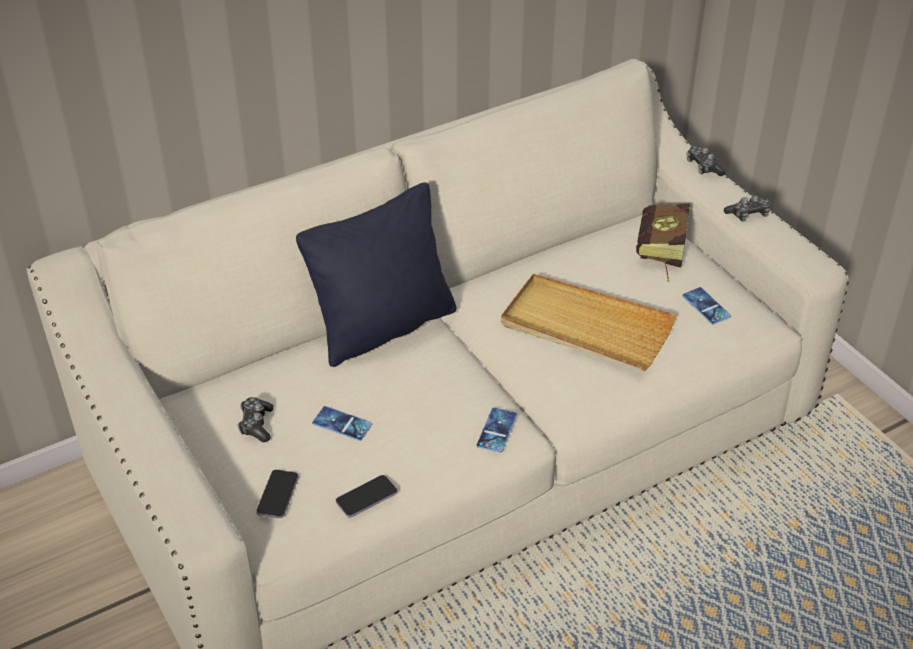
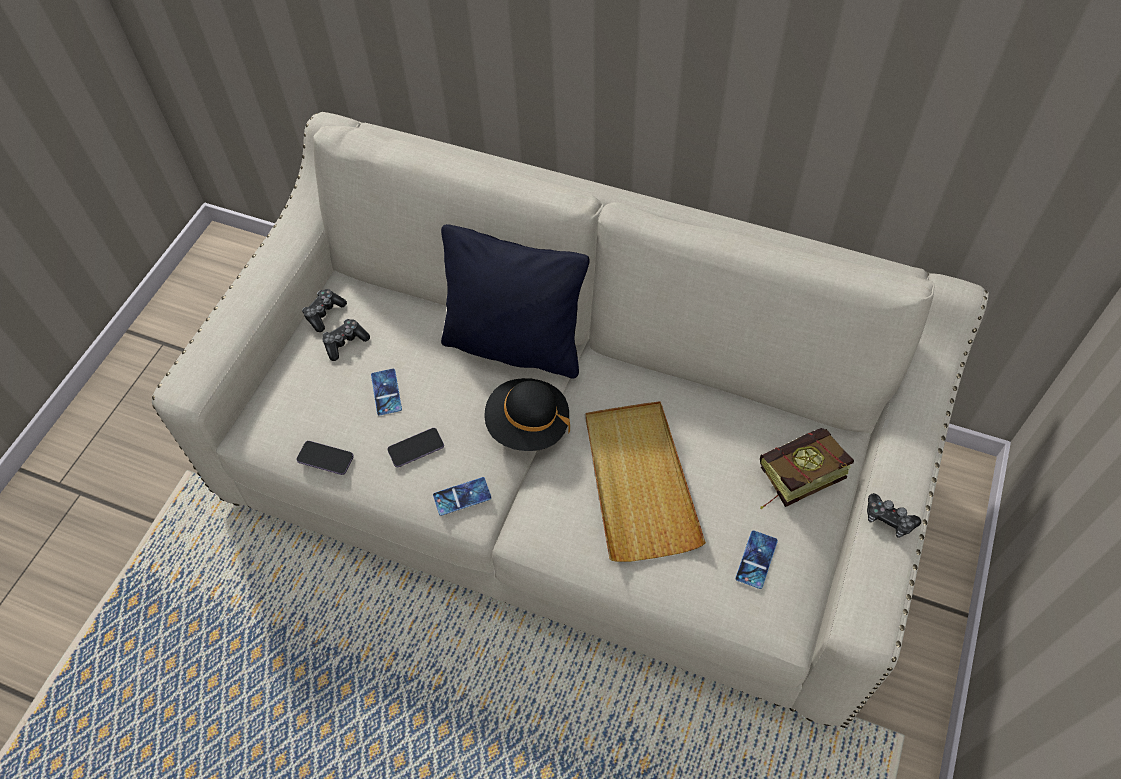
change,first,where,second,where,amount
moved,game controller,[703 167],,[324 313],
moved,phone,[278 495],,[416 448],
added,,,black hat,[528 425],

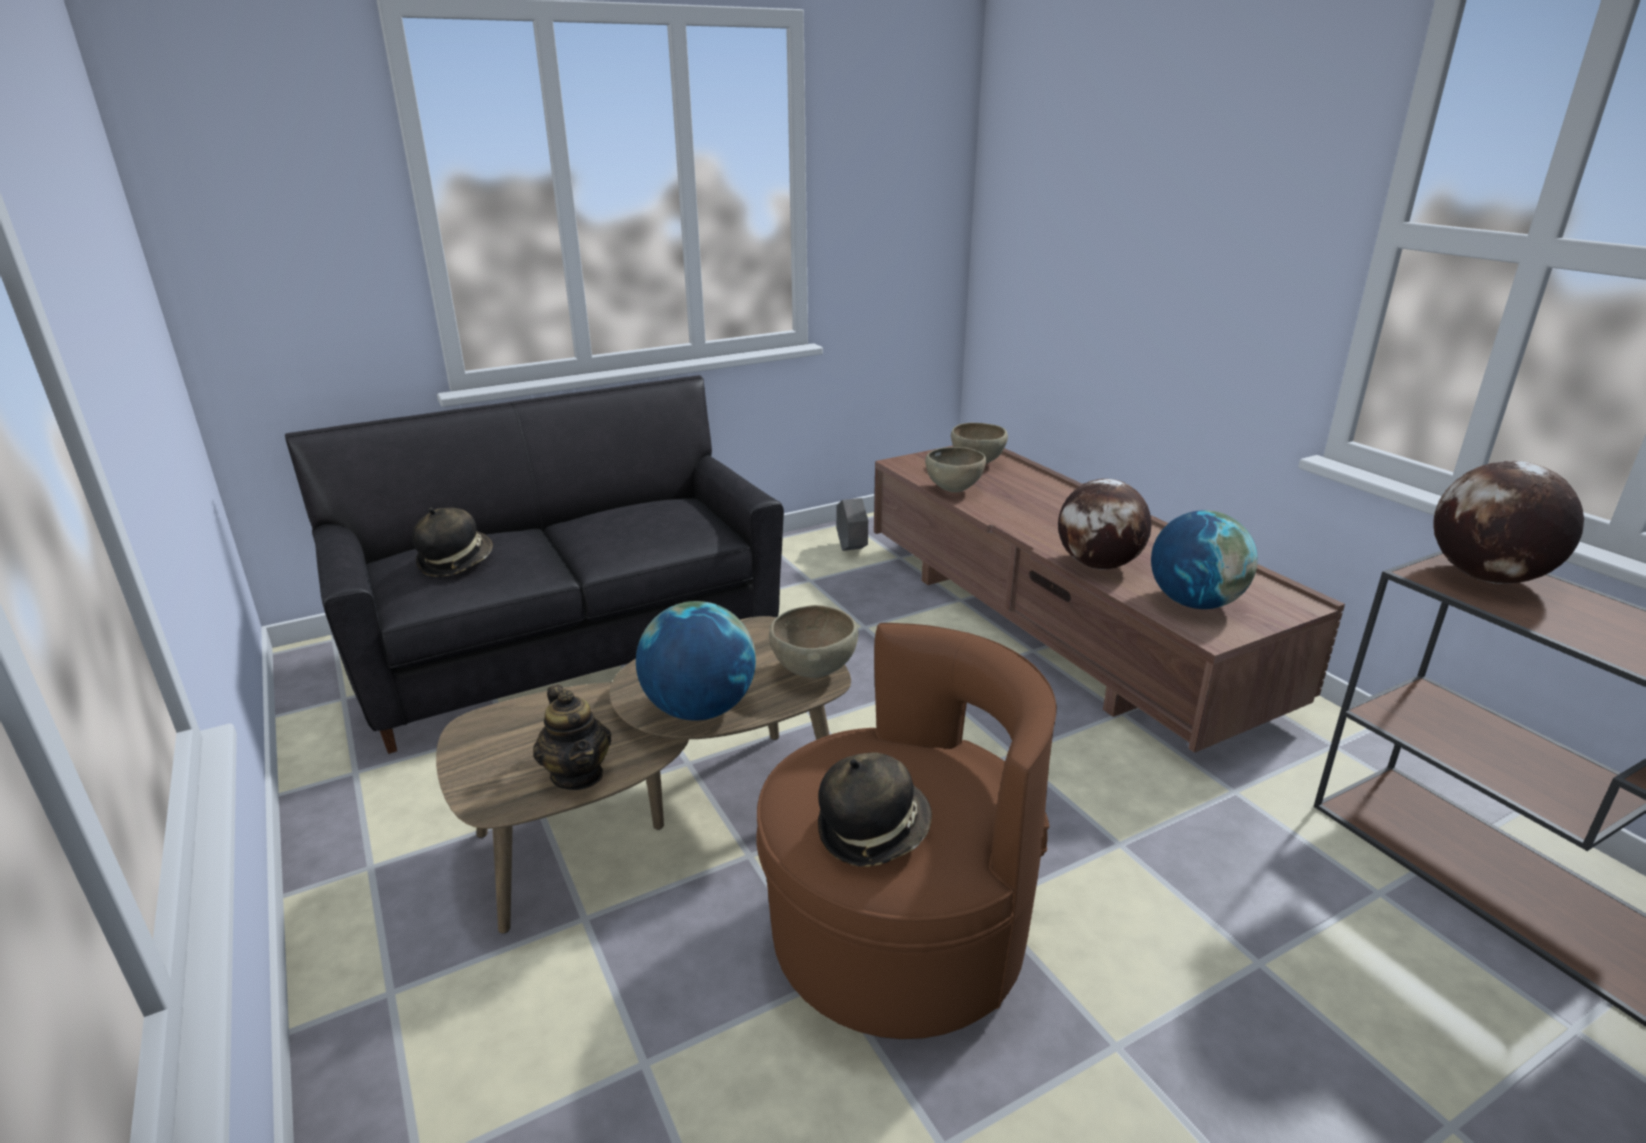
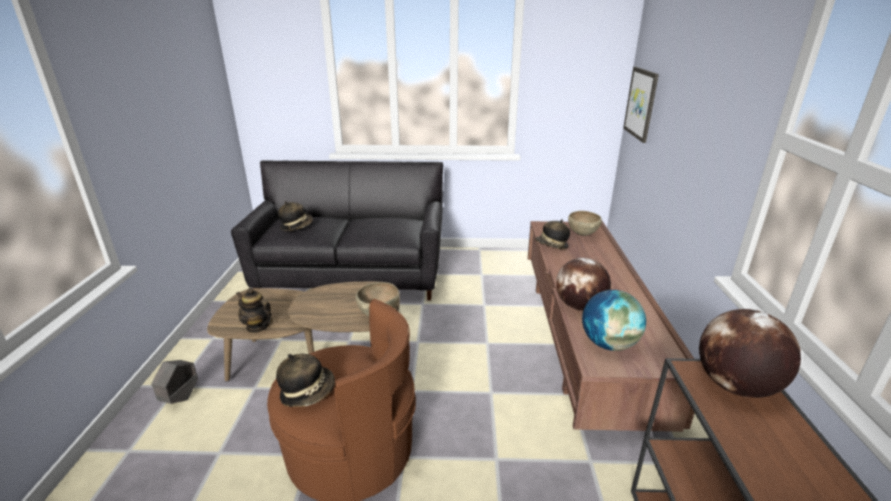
change,first,where,second,where,amount
replaced,brown bowl,[954 490],hat,[551 246],
moved,grey planter,[851 549],,[181 398],
removed,globe,[699 709],,,
turned,teapot,[578 774],,[257 326],120 degrees clockwise
added,,,picture,[641 103],

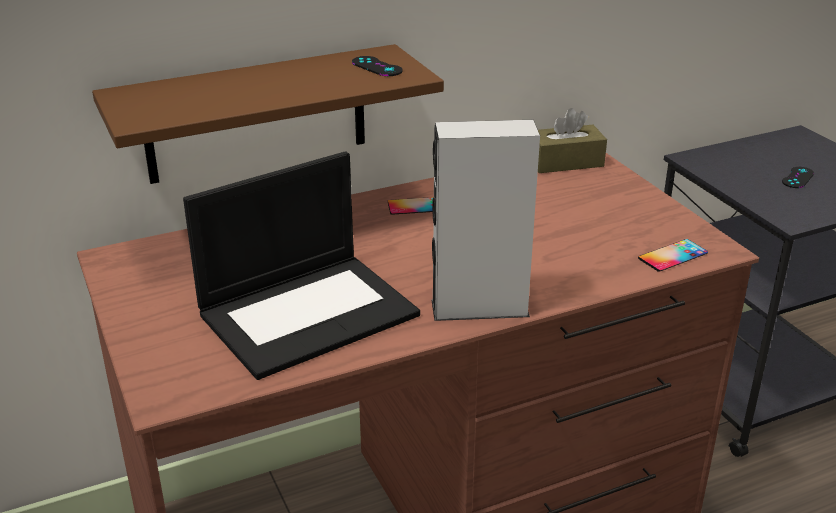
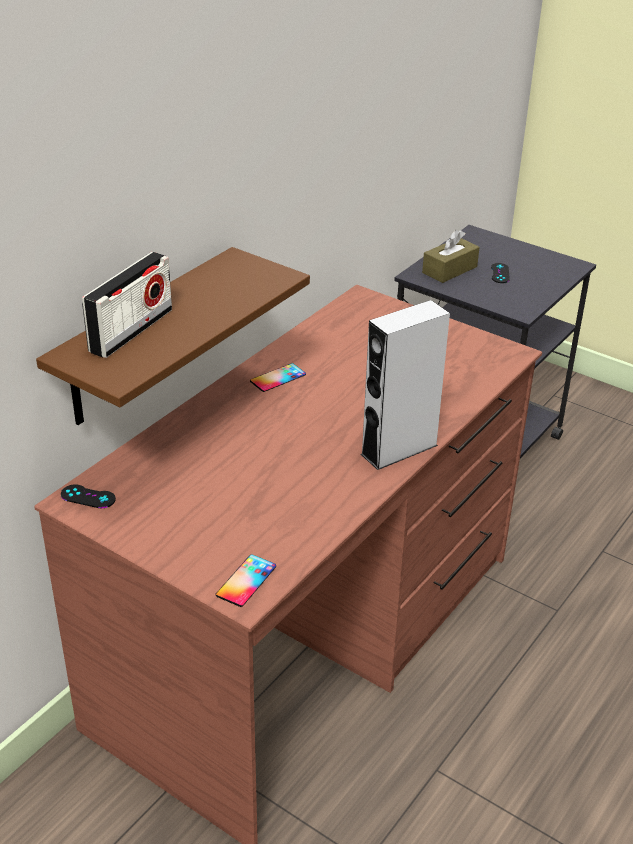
change,first,where,second,where,amount
moved,black game controller,[377 67],,[88 497],
moved,brown tissue box,[565 162],,[449 270],
removed,laptop,[309 313],,,
moved,phone,[672 256],,[246 581],
added,,,radio,[131 331],

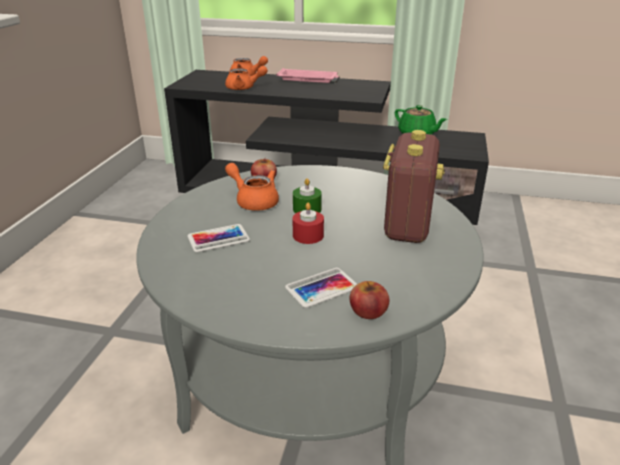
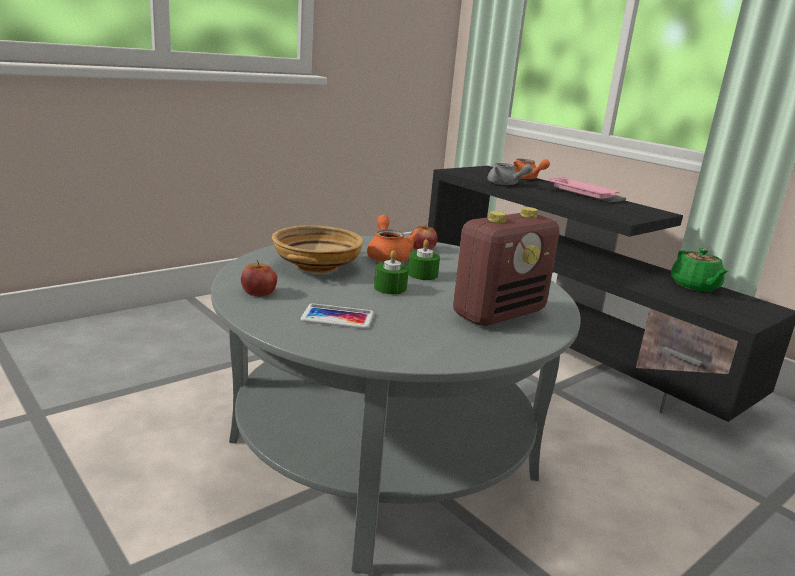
change,first,where,second,where,amount
recoloured,orange teapot,[244 88],grey teapot,[505 184],
recoloured,red candle,[308 235],green candle,[390 288],
replaced,phone,[218 238],beige bowl,[316 265],
moved,apple,[368 311],,[258 292],

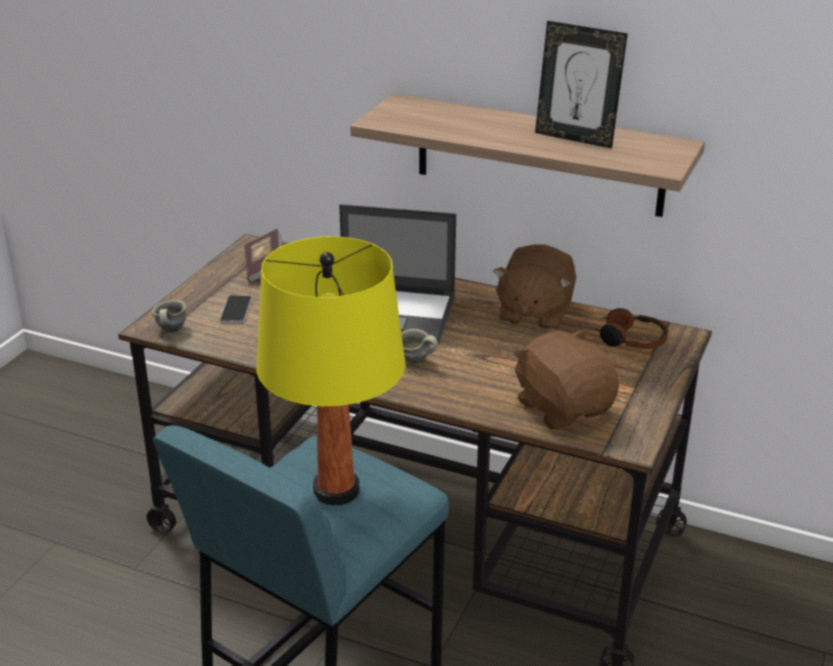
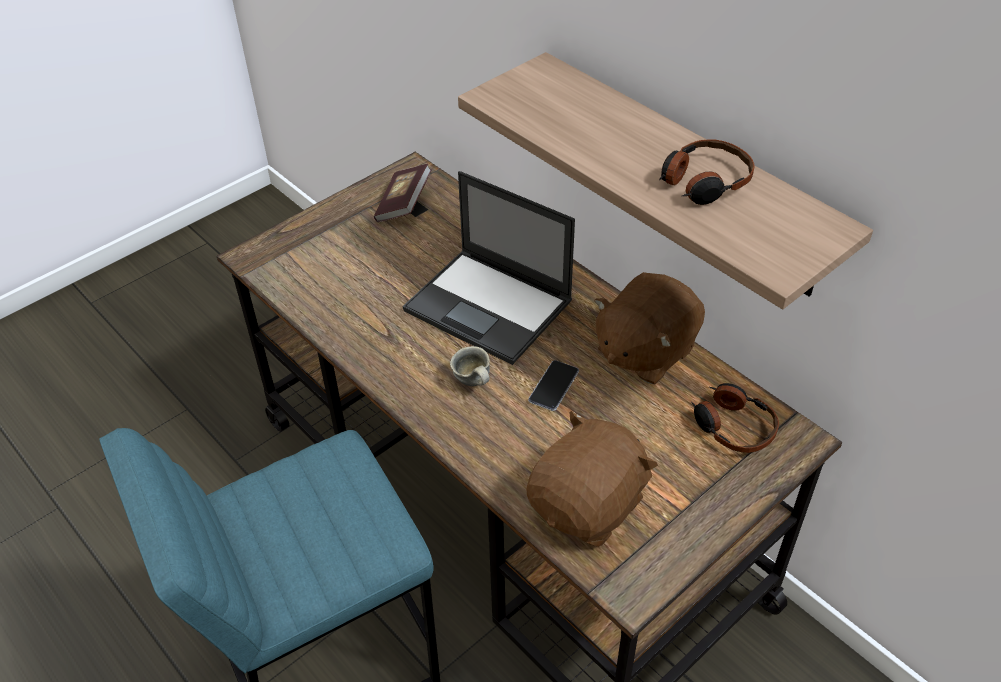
change,first,where,second,where,amount
replaced,picture frame,[575 138],headphones,[704 182],
removed,yellow table lamp,[336 491],,,
moved,phone,[236 310],,[553 386],
removed,grey mug,[169 331],,,
turned,brown plush toy,[563 408],,[589 505],45 degrees clockwise

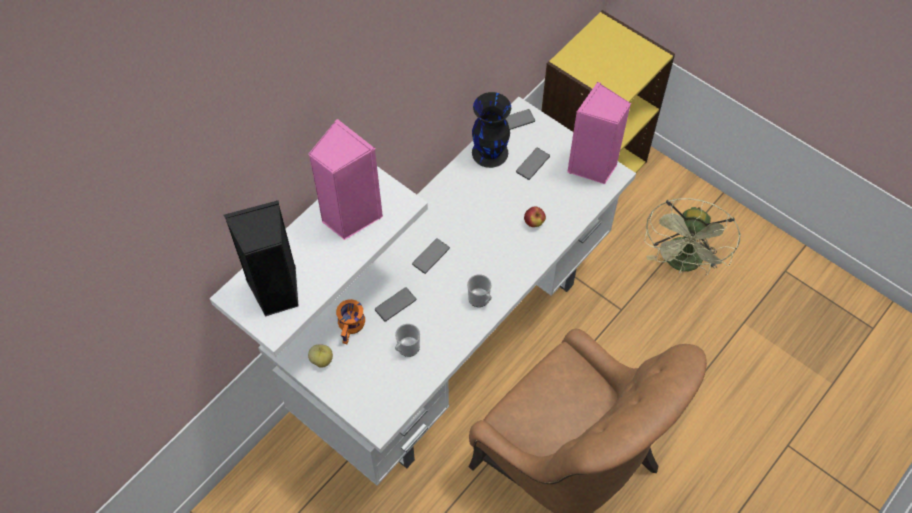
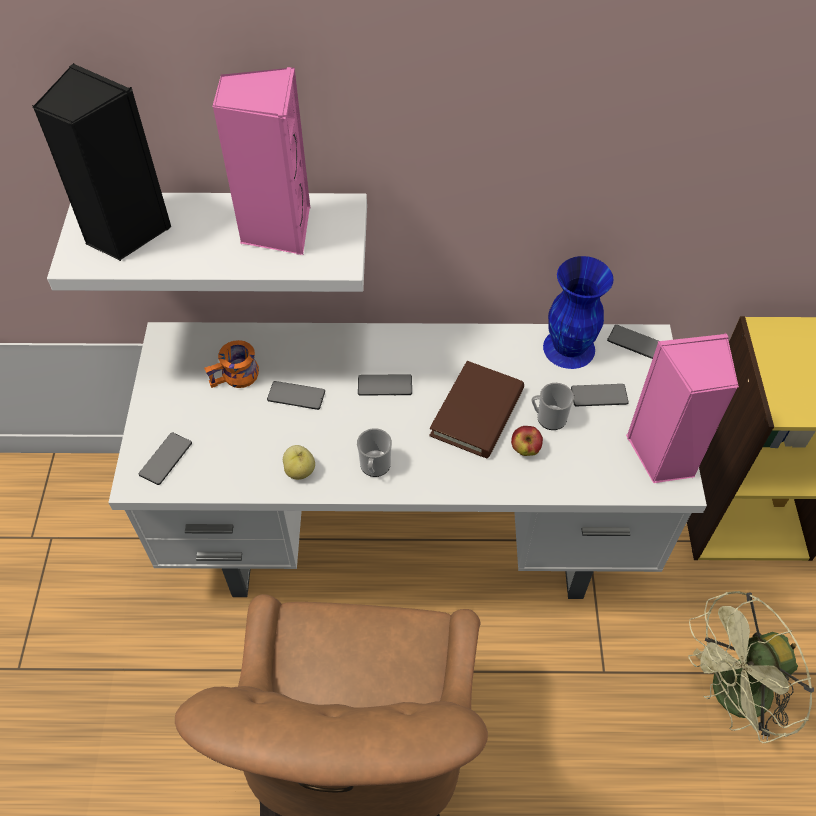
change,first,where,second,where,amount
recoloured,black vase,[490 152],blue vase,[570 348],
moved,mug,[406 349],,[548 418],
moved,apple,[322 360],,[300 470],
added,,,brown book,[477 413],
added,,,phone,[165 459],

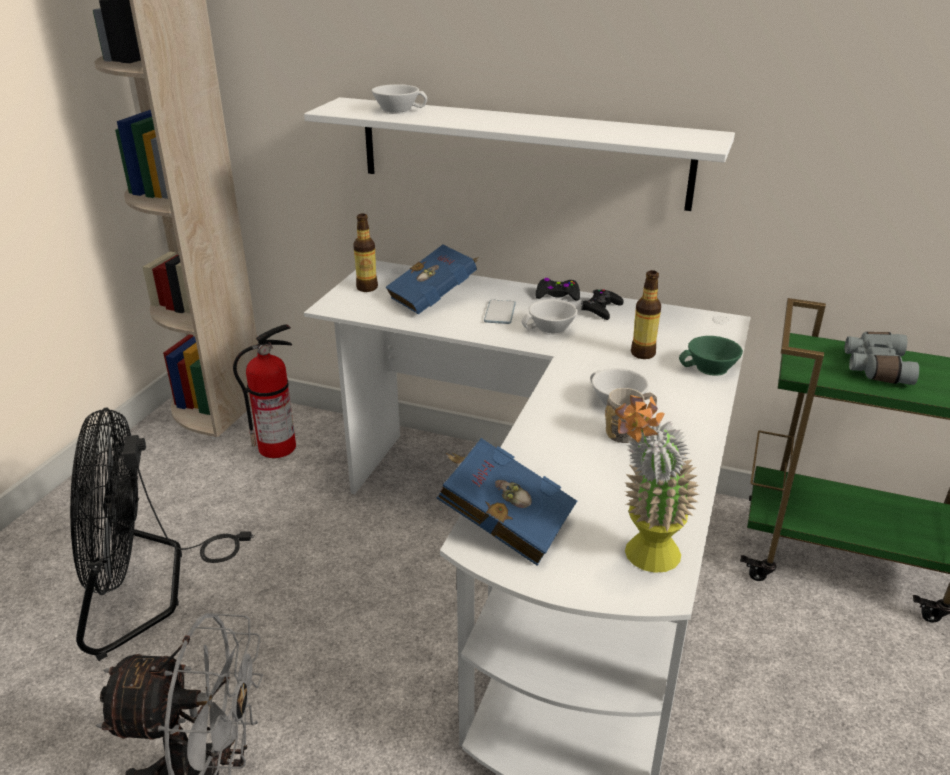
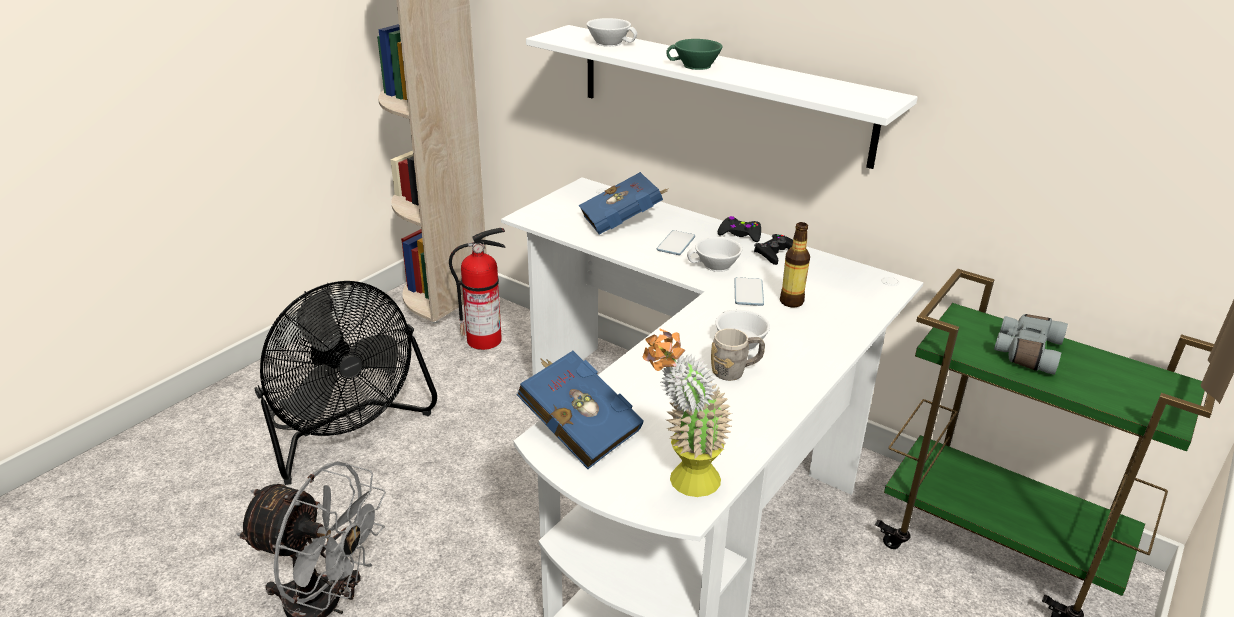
change,first,where,second,where,amount
removed,bottle,[367 288],,,
moved,green cup,[710 369],,[695 66],
turned,black fan,[151 579],,[340 434],135 degrees counterclockwise
added,,,phone,[748 293],

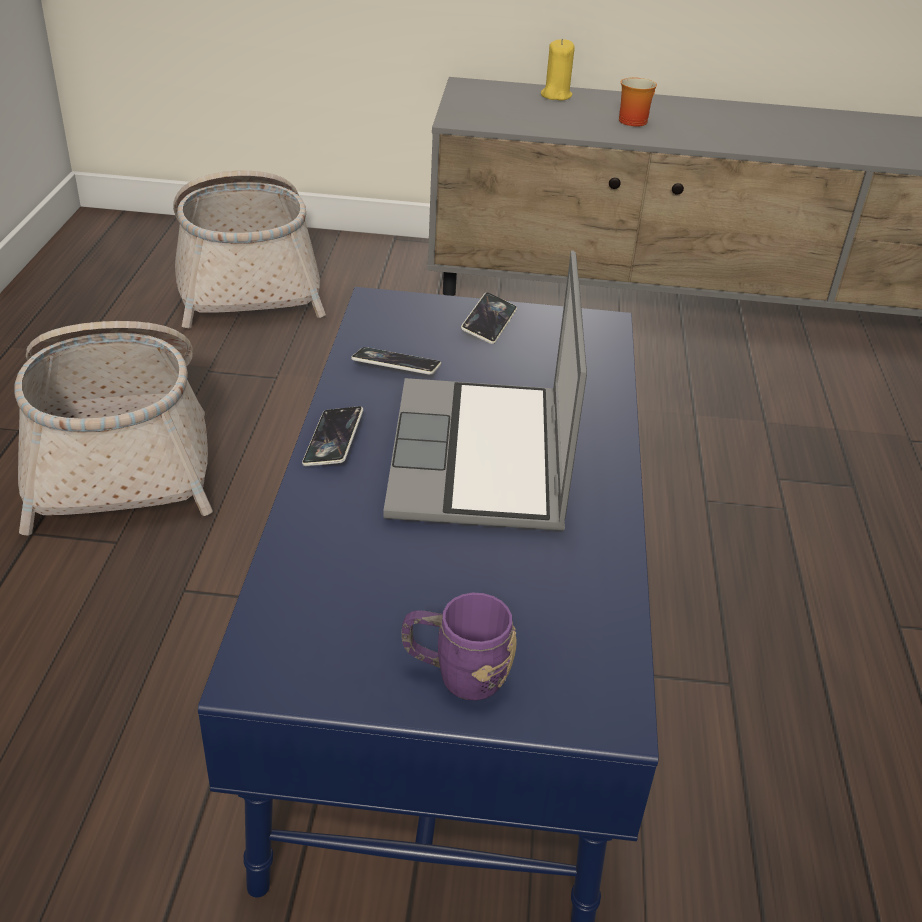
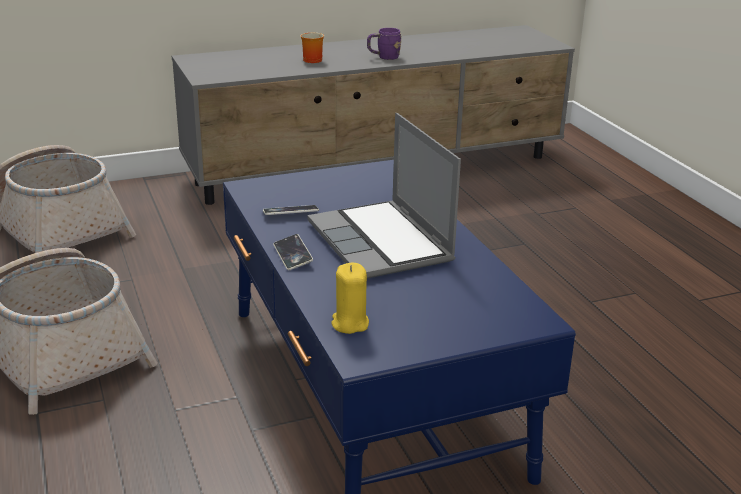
change,first,where,second,where,amount
moved,yellow candle,[556 95],,[349 323],
removed,phone,[489 323],,,
moved,purple mug,[456 675],,[383 57],

